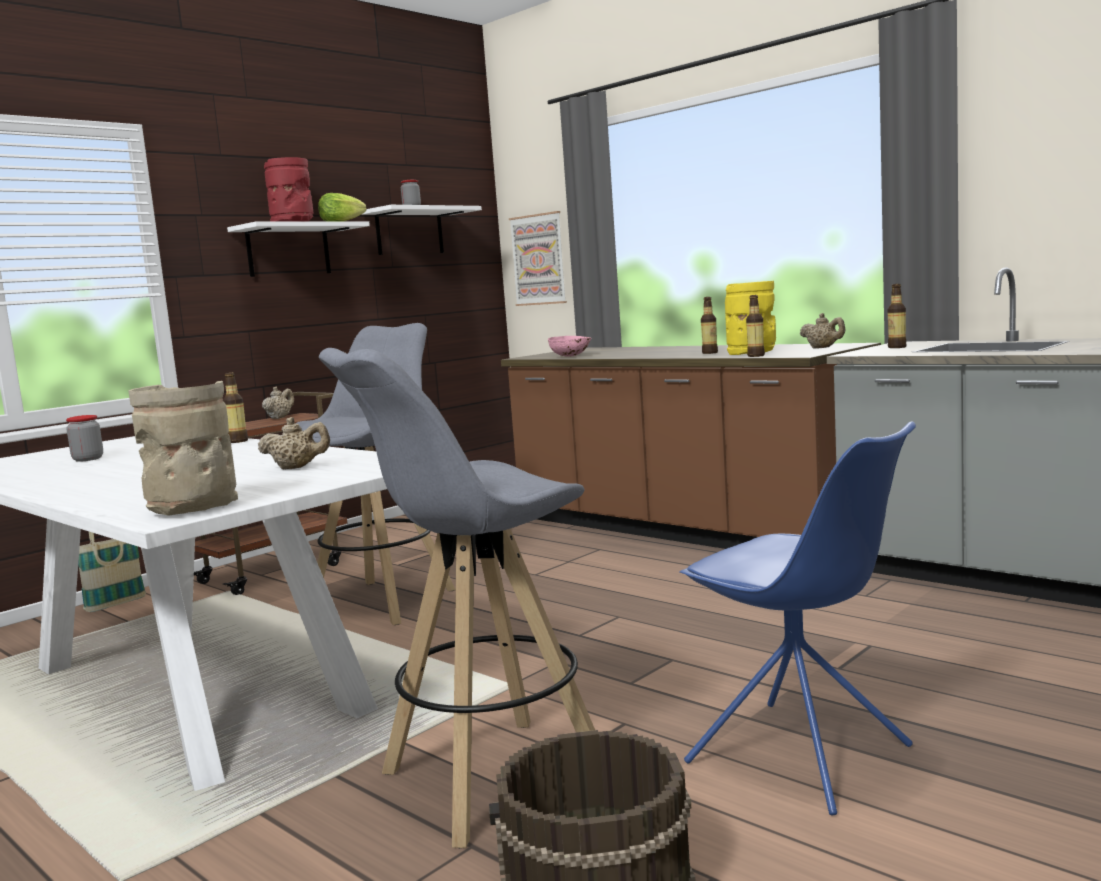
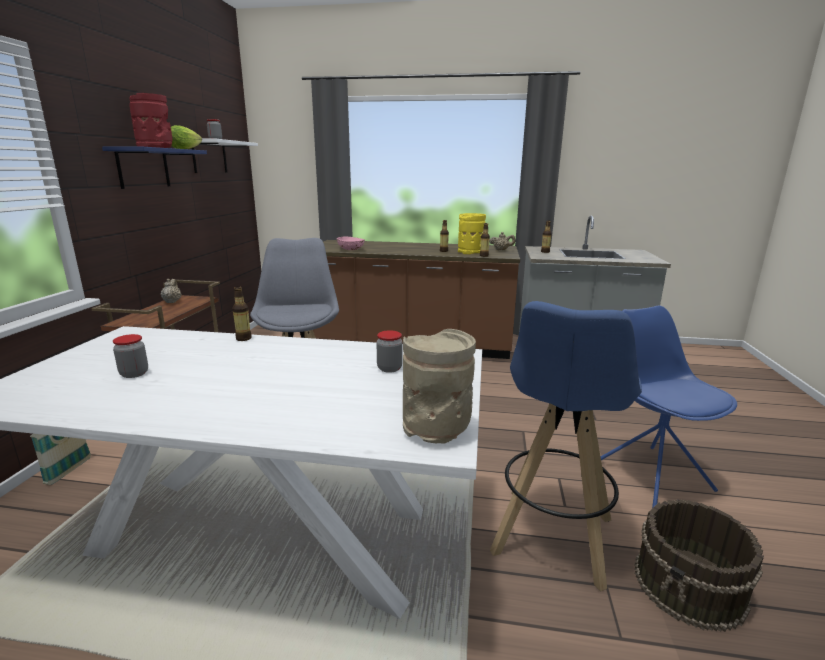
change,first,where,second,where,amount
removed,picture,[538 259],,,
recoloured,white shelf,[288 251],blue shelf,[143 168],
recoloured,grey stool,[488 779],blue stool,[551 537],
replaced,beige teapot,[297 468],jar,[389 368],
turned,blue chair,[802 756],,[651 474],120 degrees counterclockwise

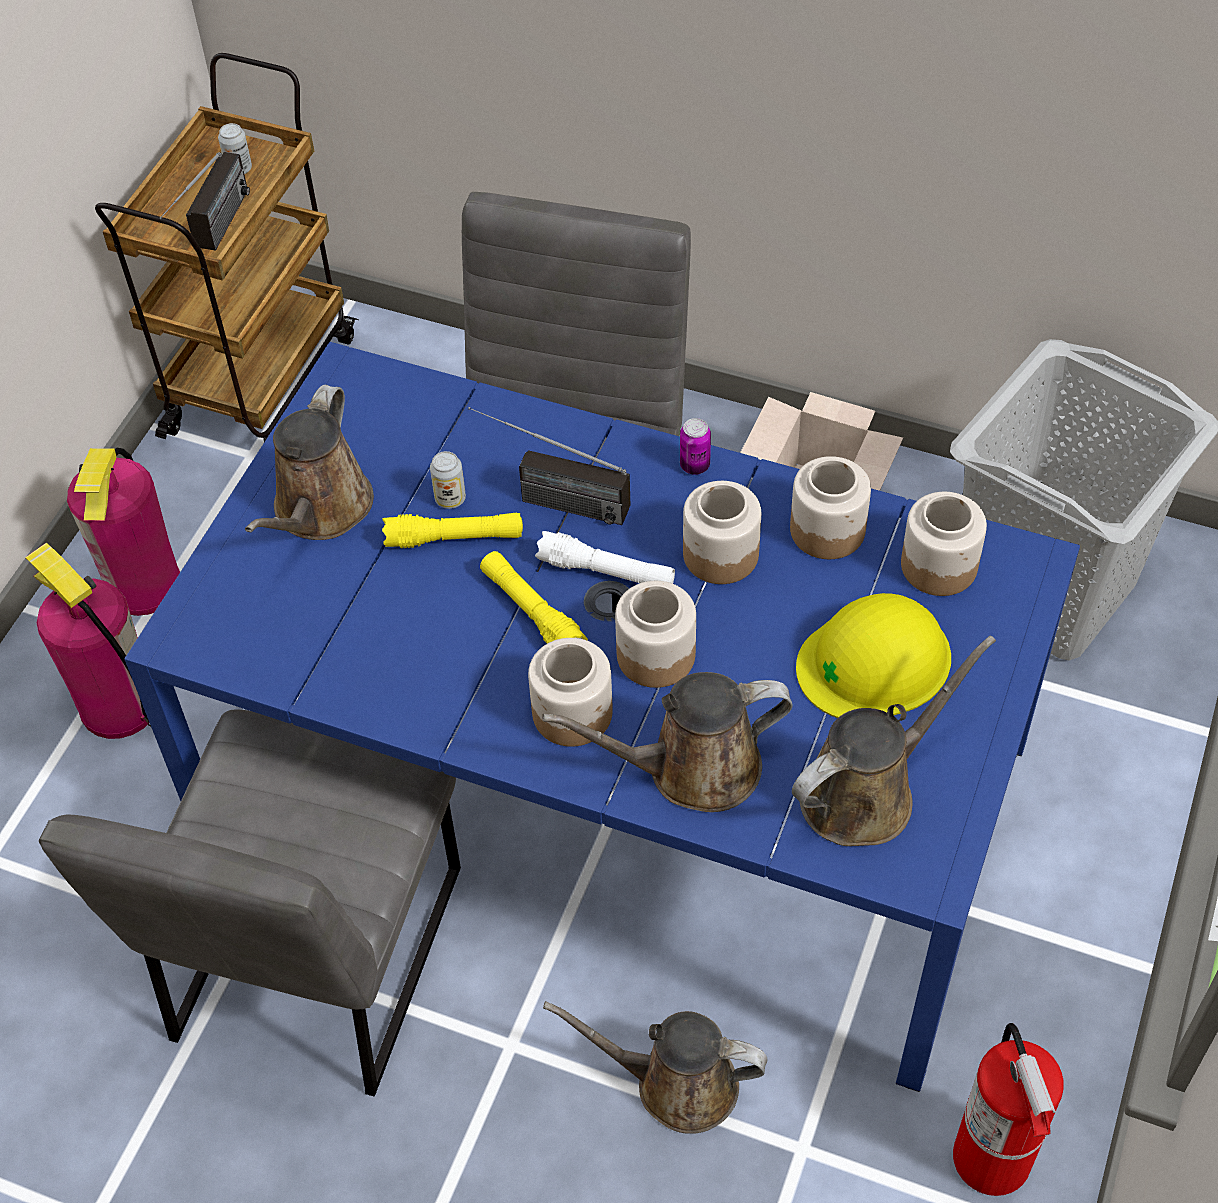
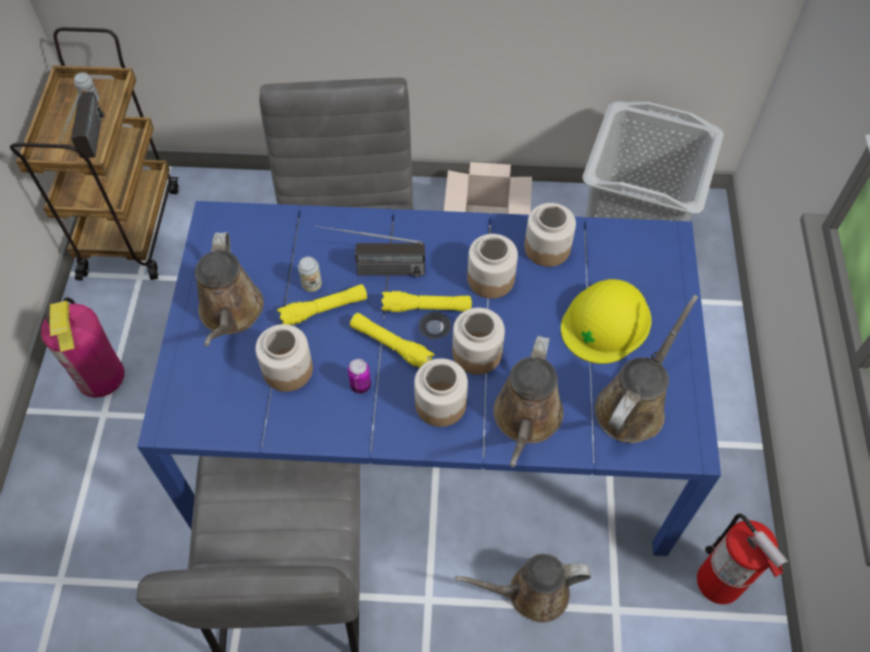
change,first,where,second,where,amount
moved,can,[694 465],,[360 385],
moved,jar,[939 565],,[288 369],
recoloured,white flashlight,[606 572],yellow flashlight,[426 308],
removed,fire extinguisher,[119 706],,,
turned,brown watering can,[692 769],,[526 419],45 degrees counterclockwise

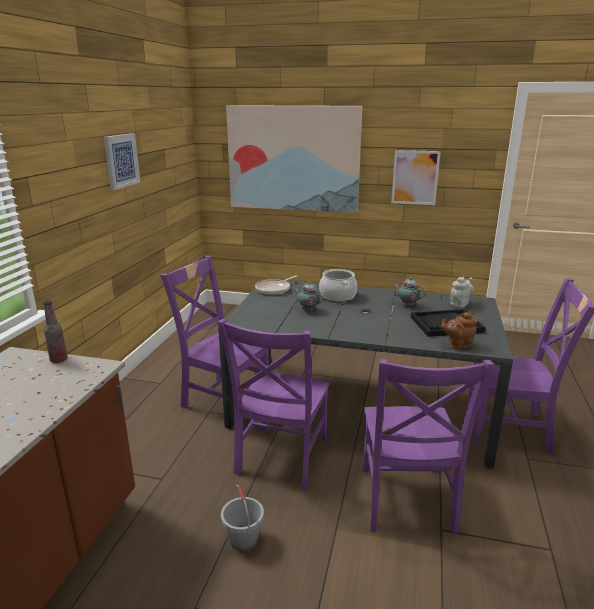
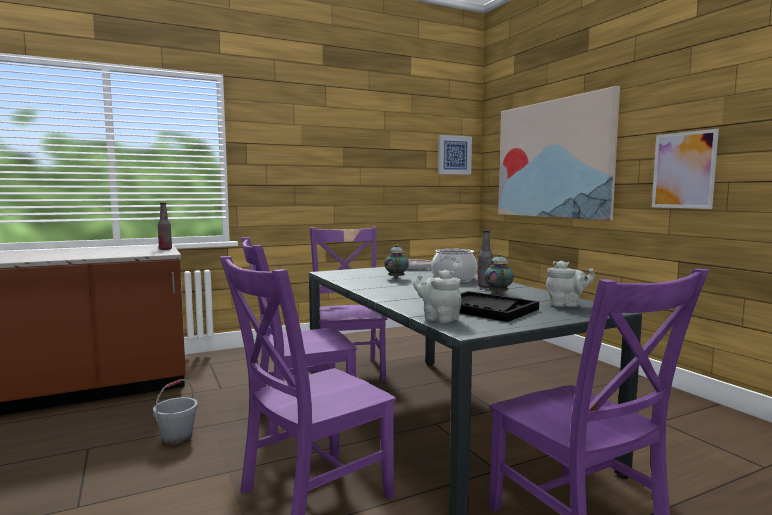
change,first,where,second,where,amount
moved,picture,[121 161],,[454 155],
recoloured,brown teapot,[457 345],grey teapot,[438 318],
added,,,bottle,[484 286],

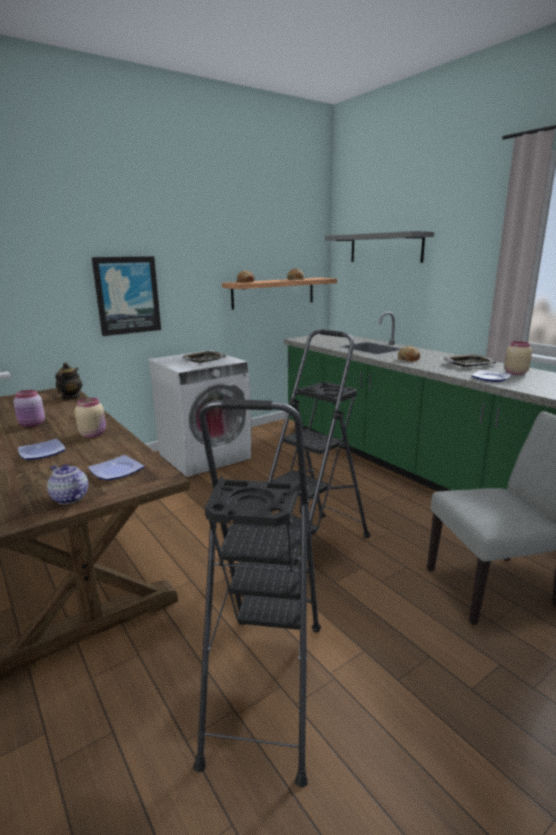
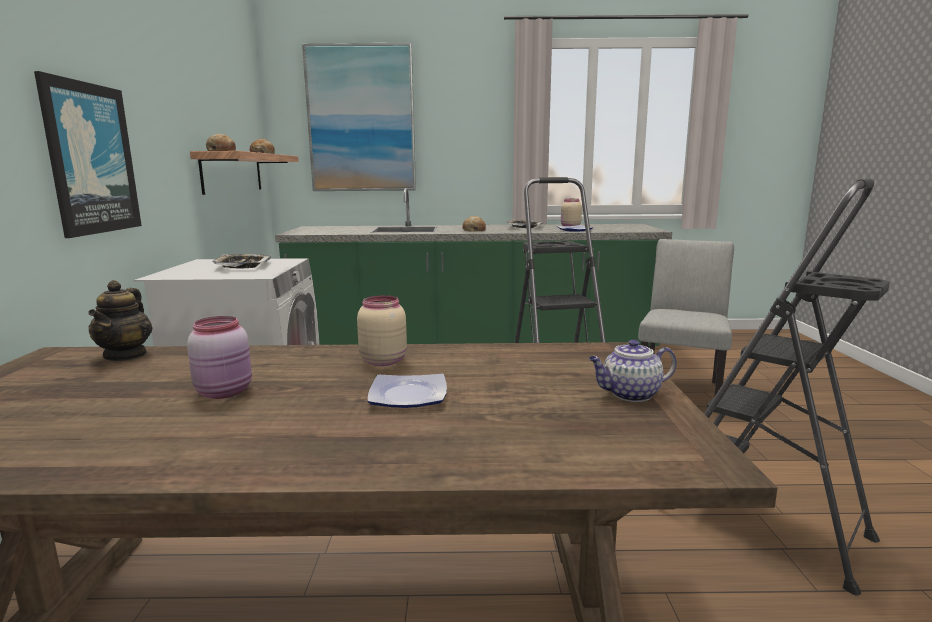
change,first,where,second,where,amount
replaced,grey shelf,[385 248],picture,[361 119],
turned,teapot,[70 397],,[126 355],135 degrees counterclockwise
removed,plate,[115 471],,,

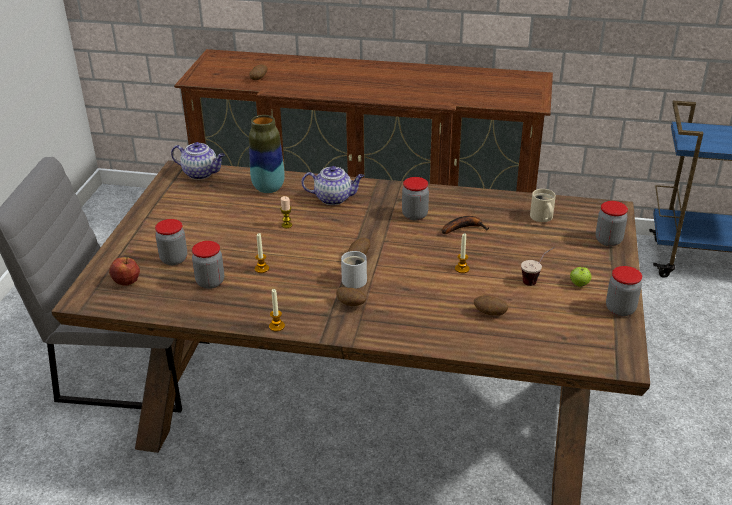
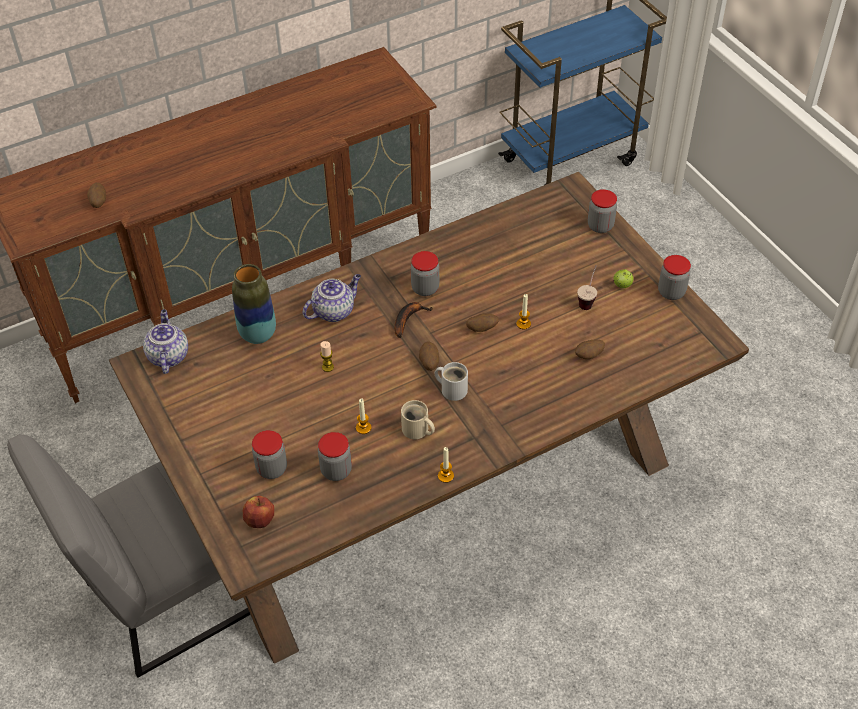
change,first,where,second,where,amount
turned,teapot,[201 173],,[168 356],75 degrees counterclockwise
moved,beige mug,[541 217],,[416 431],
moved,banana,[464 228],,[408 319],
moved,potato,[351 304],,[482 328],

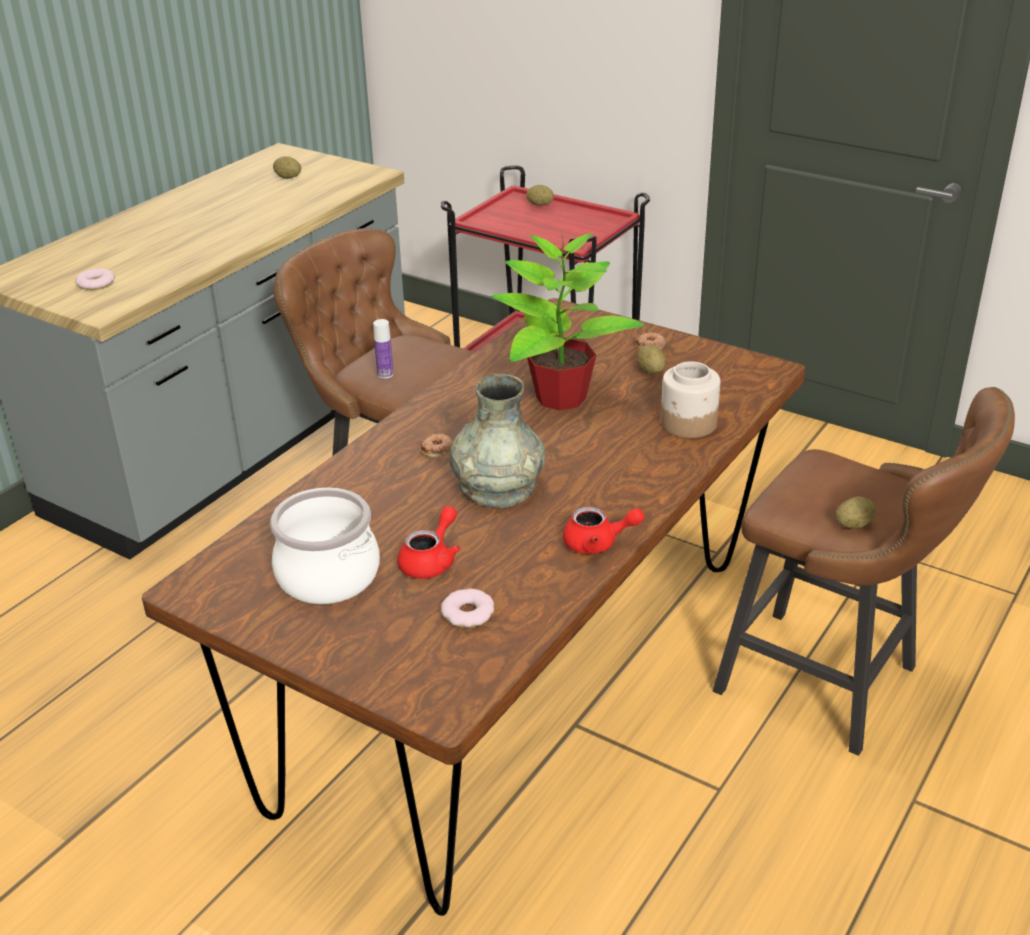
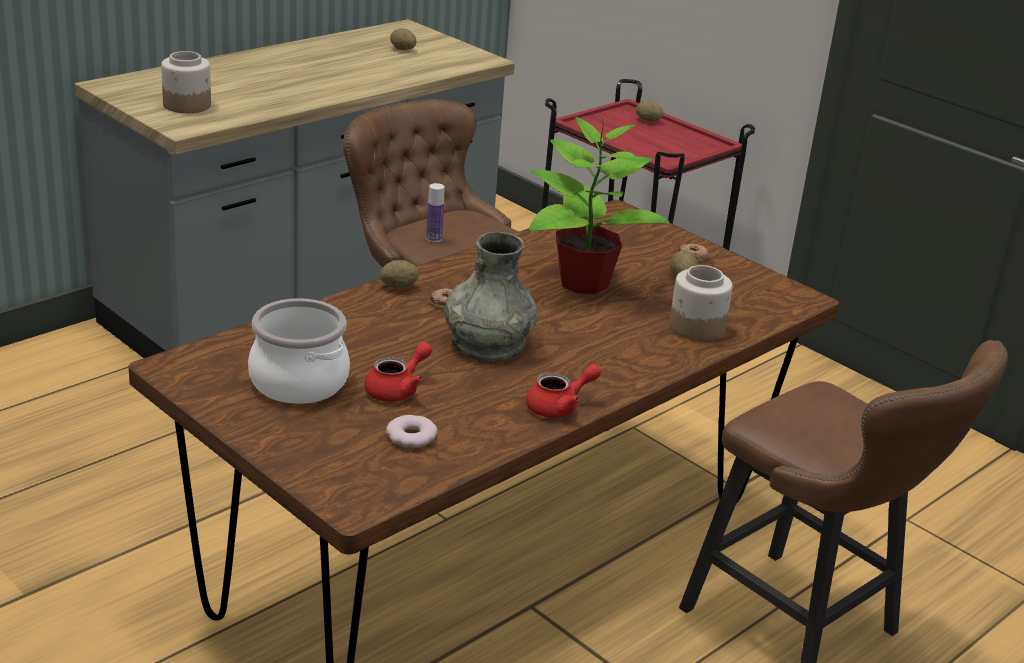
change,first,where,second,where,amount
replaced,donut,[95 283],jar,[187 105],
moved,potato,[853 525],,[398 287],
turned,red teapot,[598 543],,[559 407],45 degrees counterclockwise

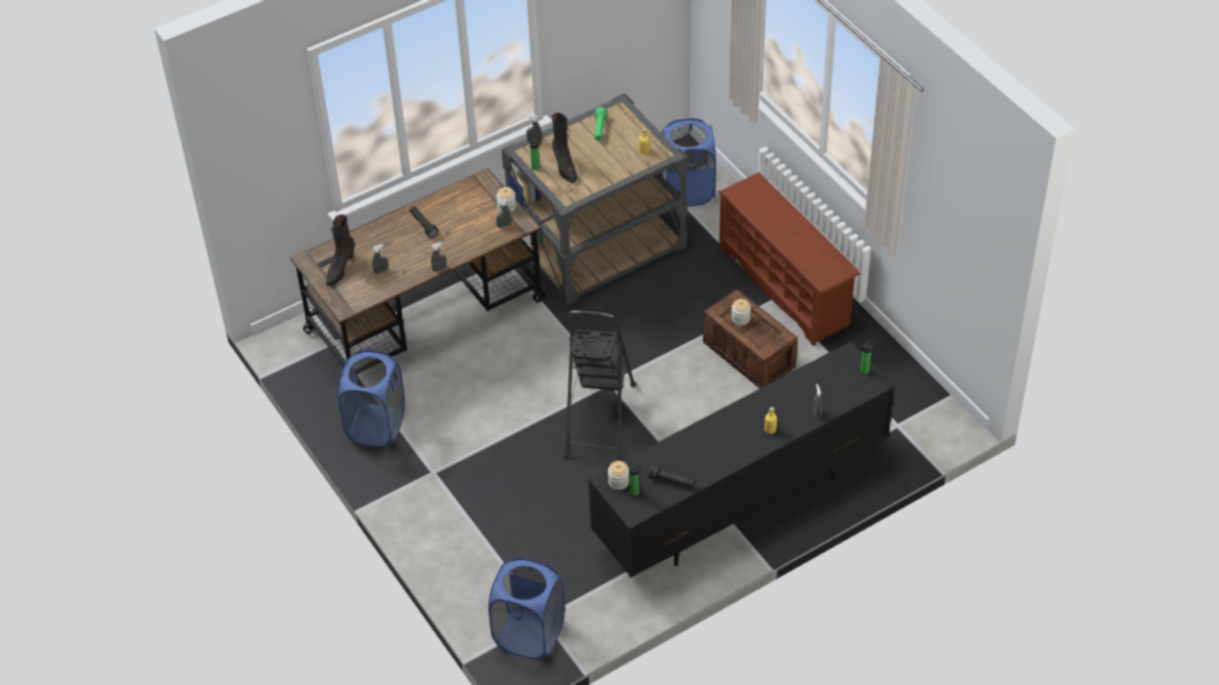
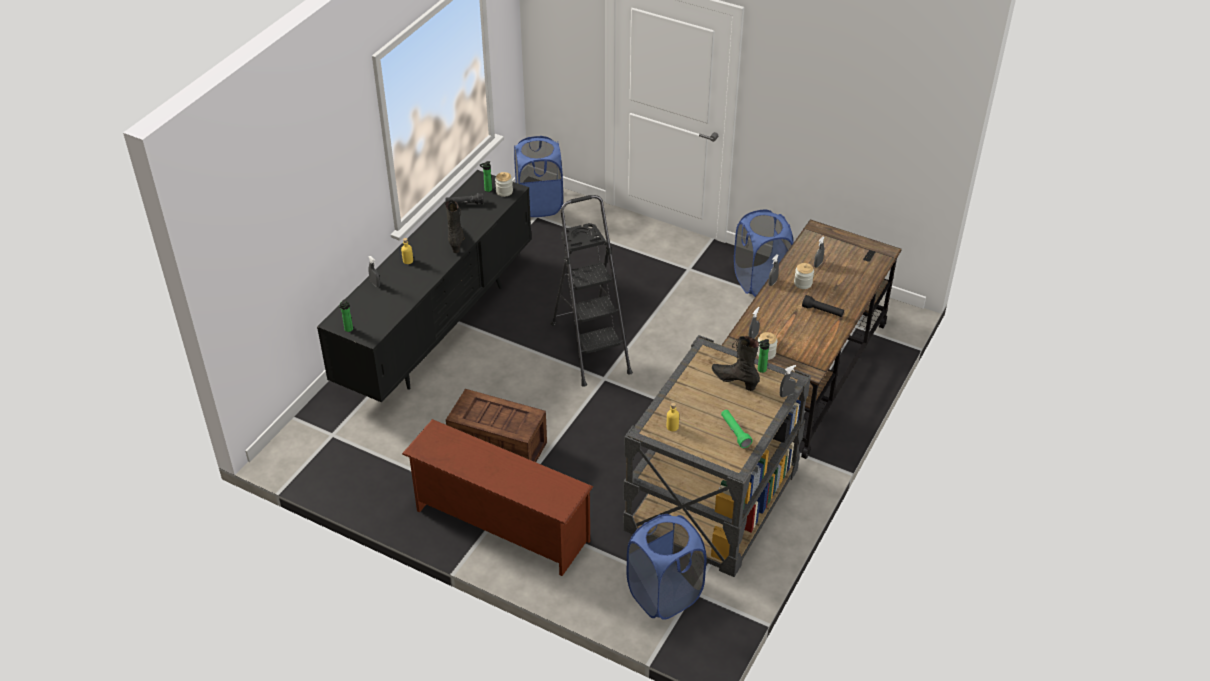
change,first,where,second,where,amount
moved,black boot,[340 269],,[456 242],
moved,jar,[740 318],,[803 283],

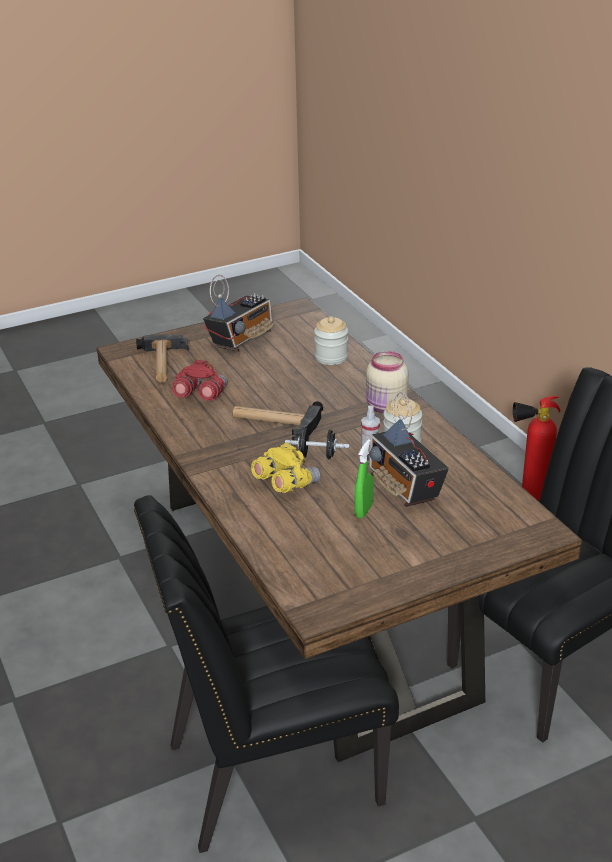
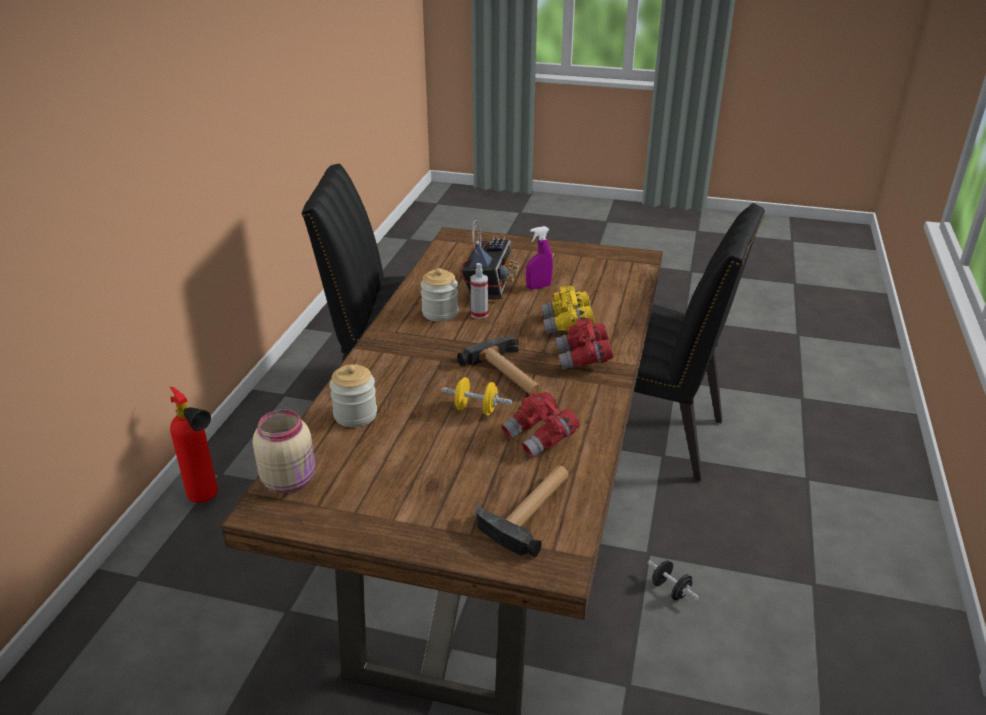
change,first,where,second,where,amount
removed,radio,[242 339],,,
moved,beige jar,[386 407],,[290 480],
moved,black dumbbell,[317 456],,[670 590],
recoloured,green spray bottle,[363 510],purple spray bottle,[538 287],
added,,,red binoculars,[583 359],
added,,,yellow dumbbell,[476 409],

